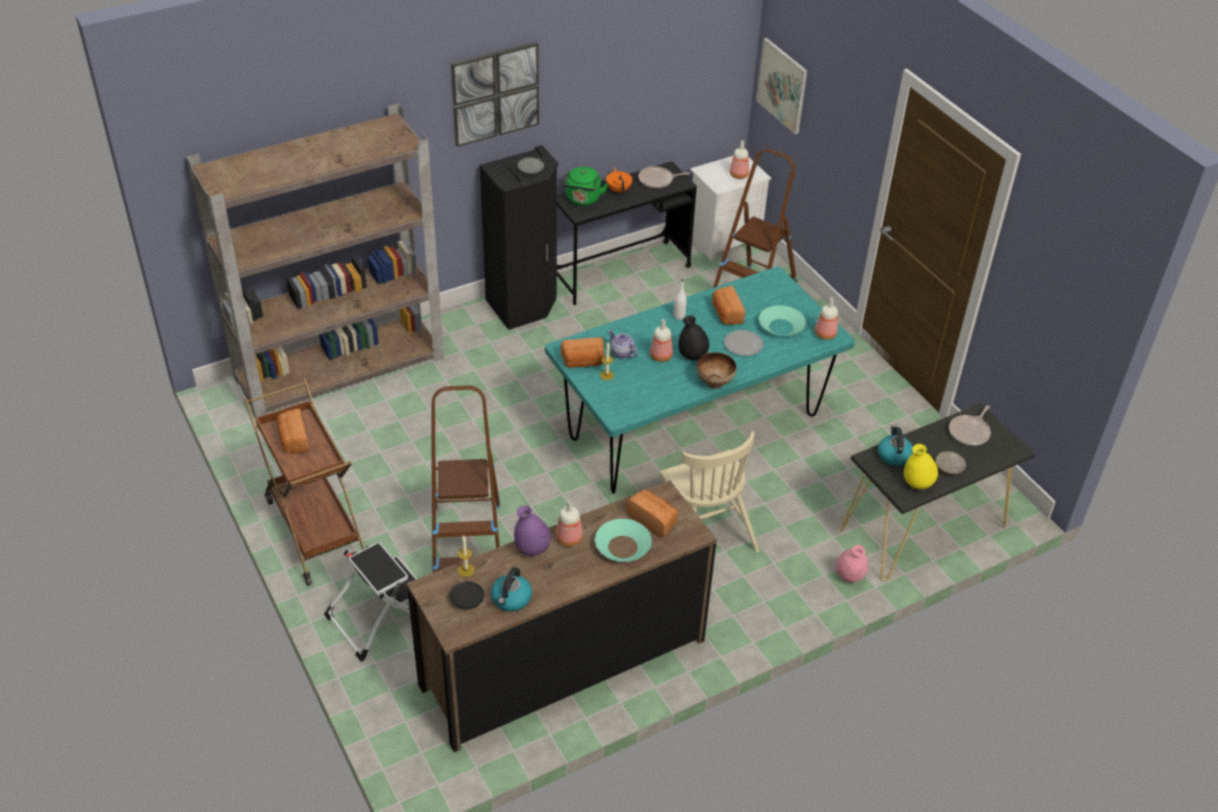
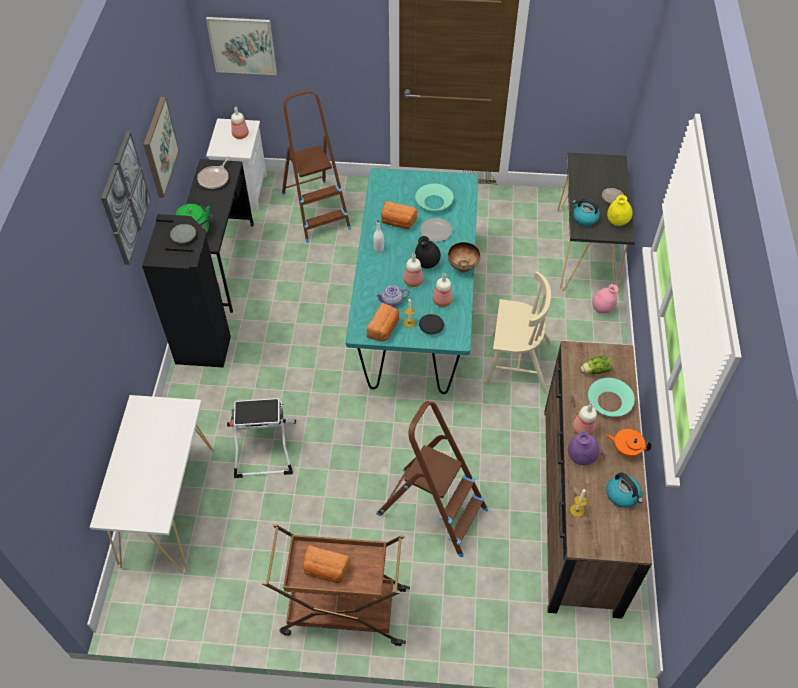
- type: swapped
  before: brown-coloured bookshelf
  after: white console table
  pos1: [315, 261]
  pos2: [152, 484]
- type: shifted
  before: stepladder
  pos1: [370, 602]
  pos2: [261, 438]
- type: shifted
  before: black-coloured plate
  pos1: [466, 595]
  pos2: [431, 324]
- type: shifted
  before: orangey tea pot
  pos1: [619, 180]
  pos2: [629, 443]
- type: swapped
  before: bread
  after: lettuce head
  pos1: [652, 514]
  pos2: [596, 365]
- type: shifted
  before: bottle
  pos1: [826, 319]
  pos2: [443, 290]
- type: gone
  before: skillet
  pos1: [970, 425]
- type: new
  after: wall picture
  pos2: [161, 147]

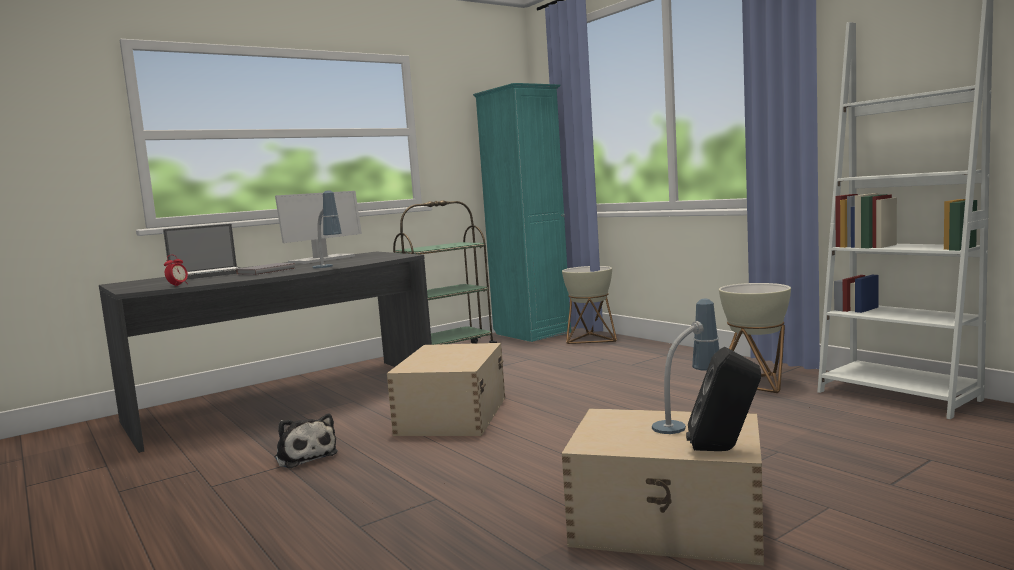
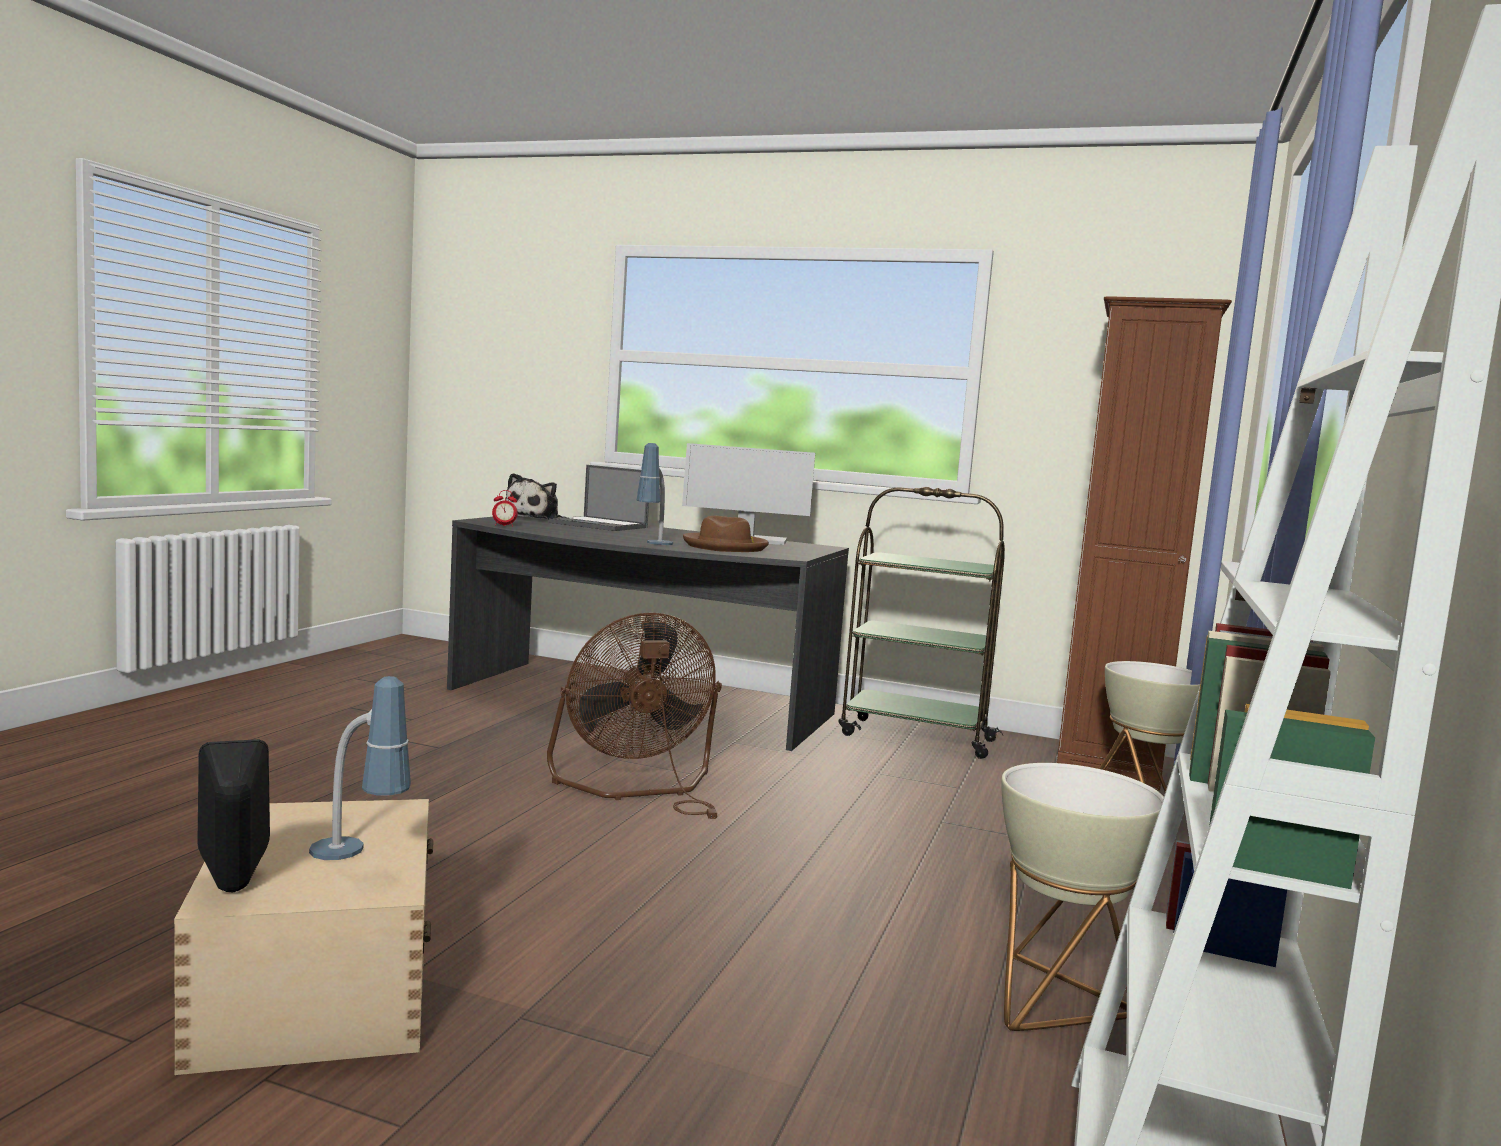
- type: gone
  before: gray bound book
  pos1: [266, 269]
- type: shifted
  before: soft toy
  pos1: [306, 441]
  pos2: [534, 496]
- type: swapped
  before: beige-coloured storage box
  after: brown-coloured electric fan
  pos1: [446, 389]
  pos2: [634, 716]
- type: repainted
  before: blue-green cabinet
  after: brown-coloured cabinet
  pos1: [522, 212]
  pos2: [1144, 543]
- type: new
  after: brown-coloured clothing hat
  pos2: [726, 534]

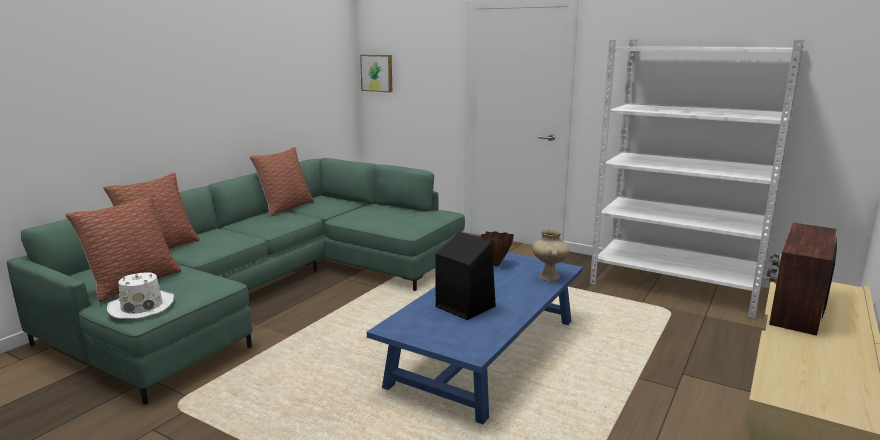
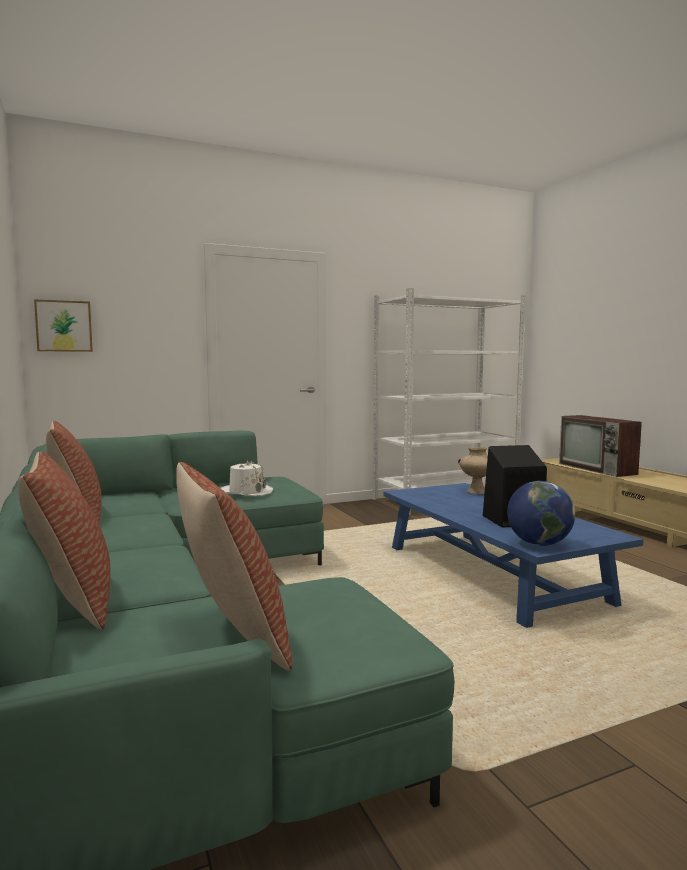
- type: shifted
  before: white clothing hat
  pos1: [140, 295]
  pos2: [247, 478]
- type: gone
  before: brown-coloured vase
  pos1: [497, 248]
- type: new
  after: desk globe
  pos2: [541, 513]

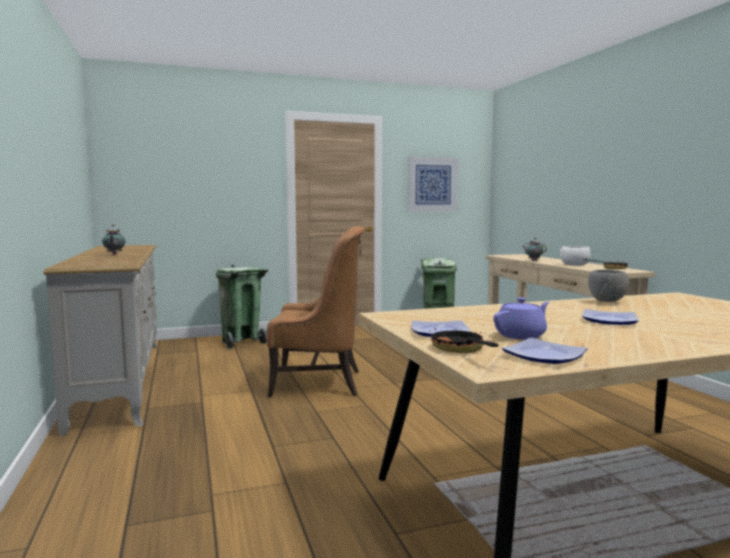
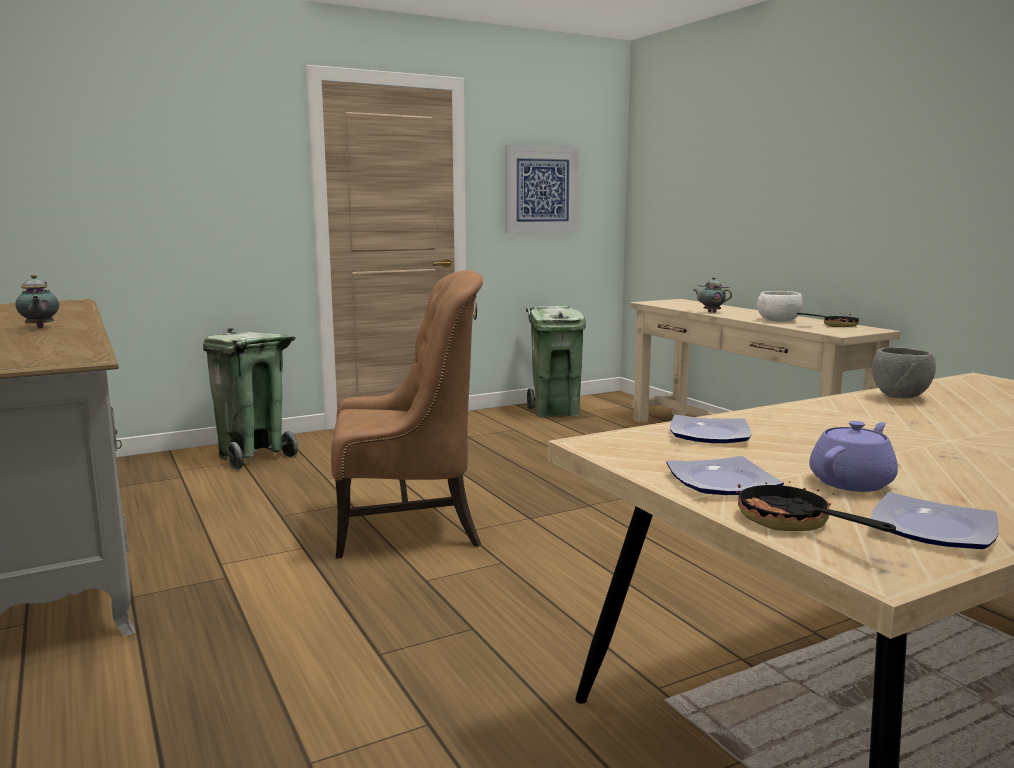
- type: shifted
  before: plate
  pos1: [610, 317]
  pos2: [710, 429]

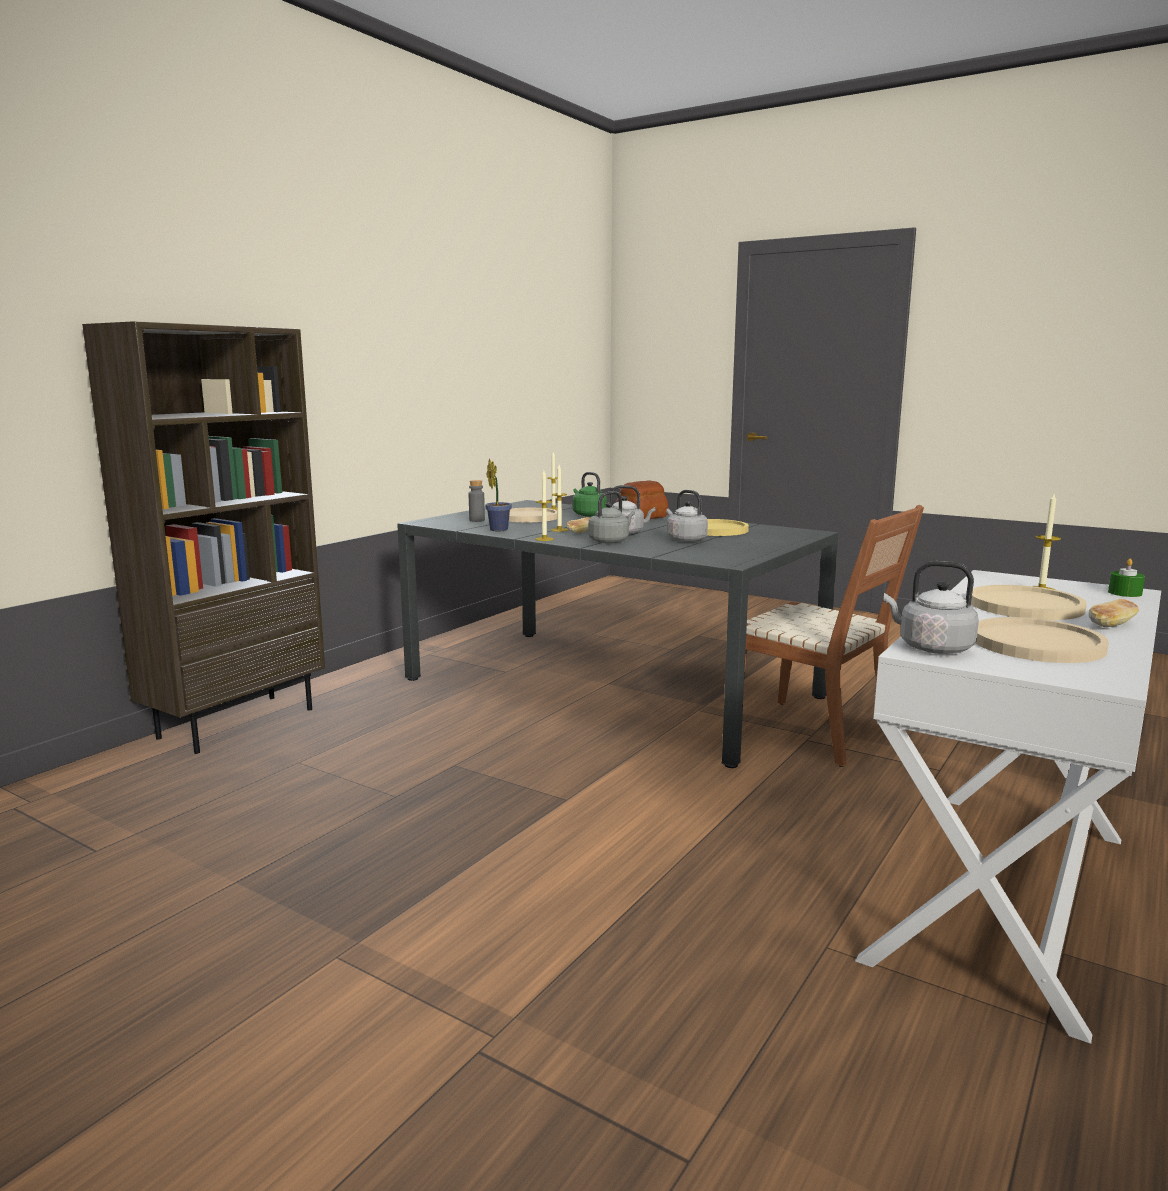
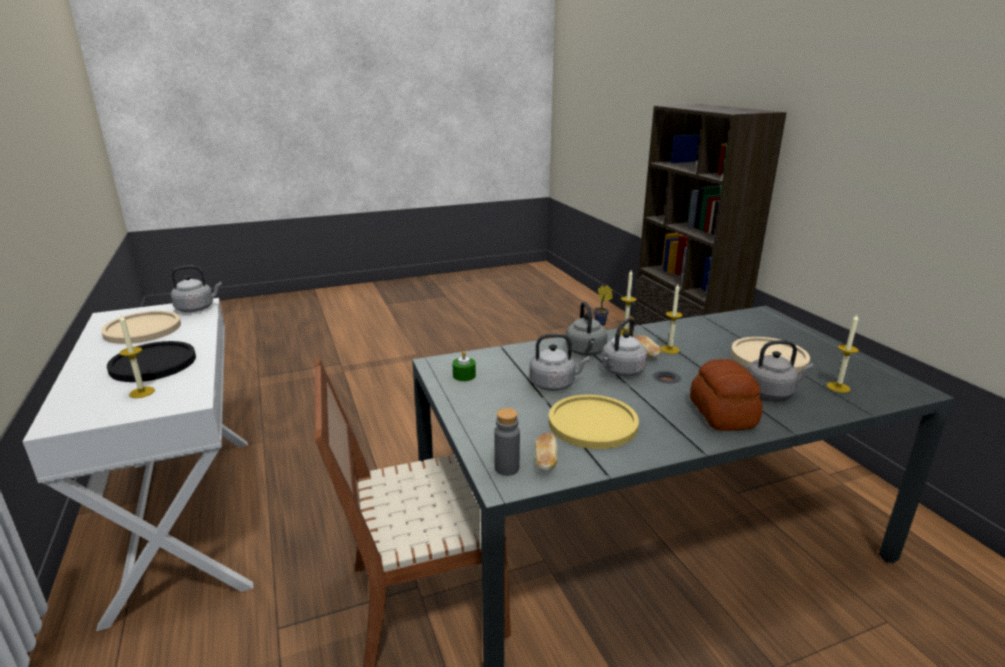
- type: shifted
  before: gray bottle
  pos1: [477, 501]
  pos2: [507, 442]
- type: shifted
  before: houseplant
  pos1: [498, 494]
  pos2: [603, 305]
- type: repainted
  before: green tea kettle
  after: gray tea kettle
  pos1: [589, 494]
  pos2: [781, 369]
- type: repainted
  before: beige-coloured plate
  after: black-coloured plate
  pos1: [1029, 602]
  pos2: [151, 361]
- type: shifted
  before: bread
  pos1: [1114, 613]
  pos2: [546, 451]
- type: shifted
  before: green wax light
  pos1: [1126, 578]
  pos2: [464, 366]

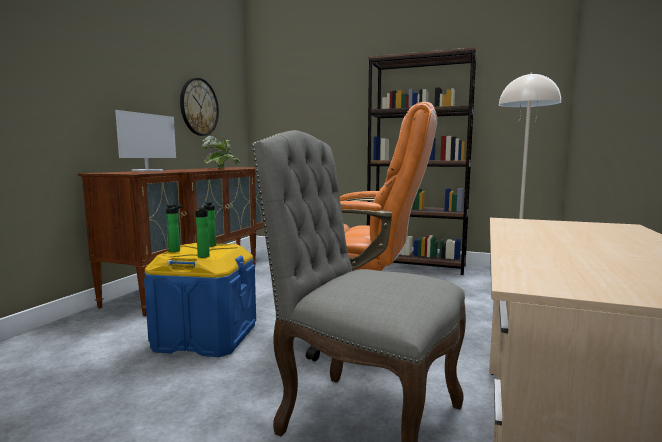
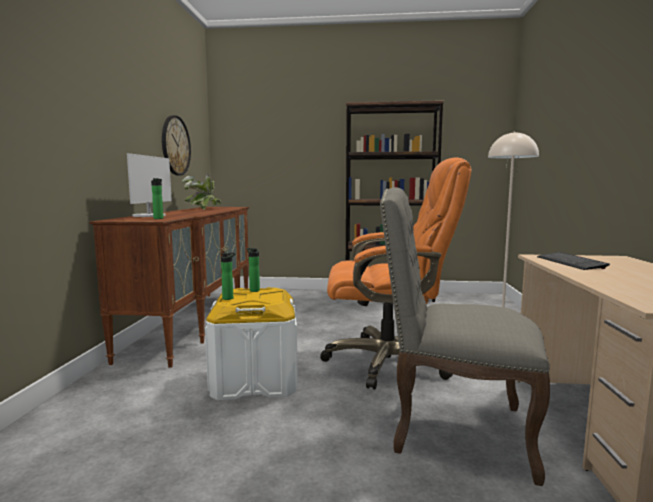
- type: repainted
  before: blue-coloured storage box
  after: white storage box
  pos1: [200, 300]
  pos2: [251, 344]
- type: shifted
  before: bottle
  pos1: [202, 232]
  pos2: [157, 198]
- type: new
  after: keyboard
  pos2: [573, 261]

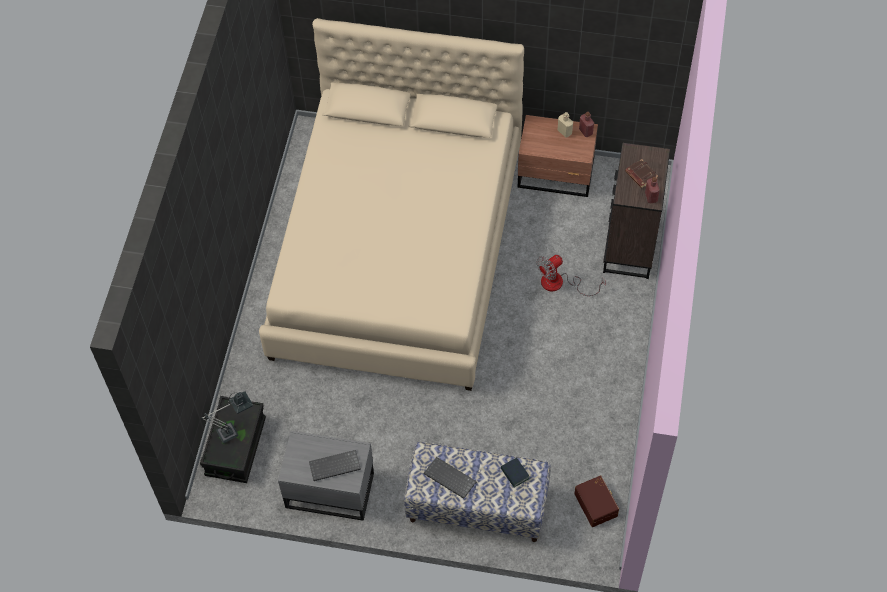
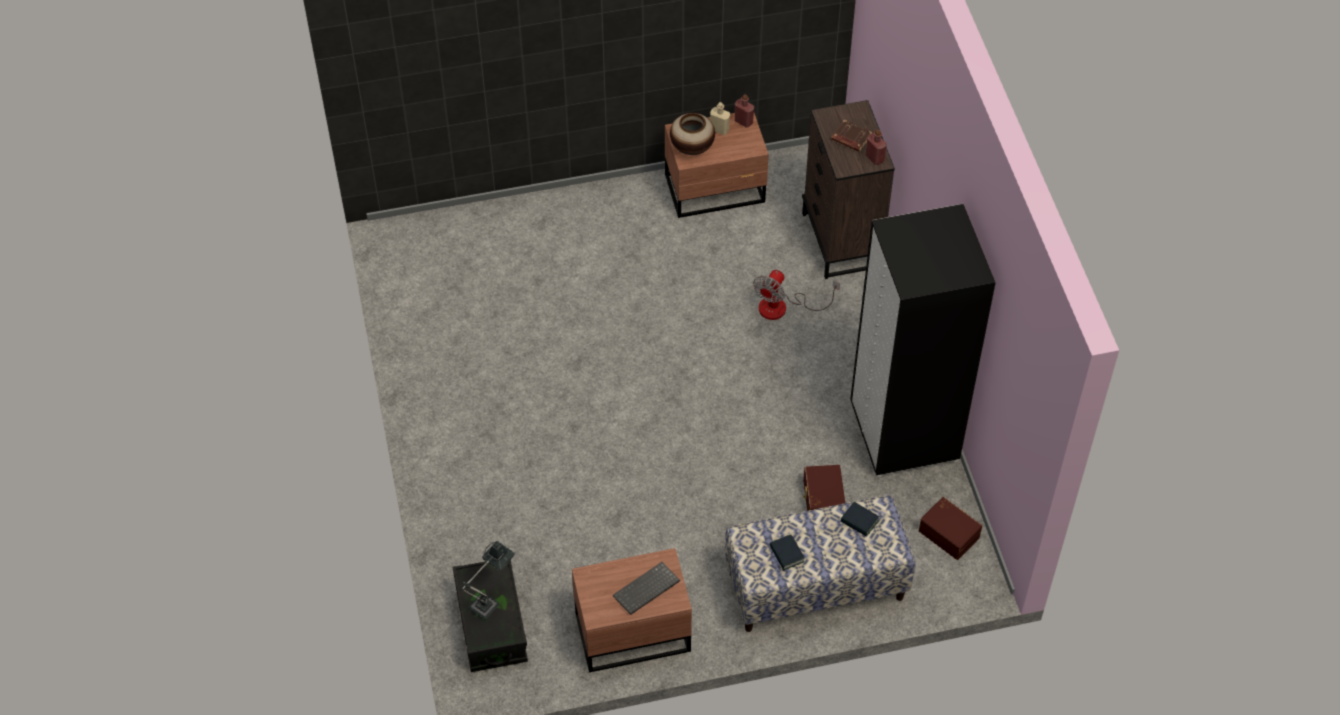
- type: gone
  before: beige-coloured bedroom bed
  pos1: [391, 204]
- type: repainted
  before: gray nightstand
  after: brown-coloured nightstand
  pos1: [326, 476]
  pos2: [632, 610]
- type: swapped
  before: keyboard
  after: bound book
  pos1: [450, 478]
  pos2: [786, 552]
- type: new
  after: vase
  pos2: [692, 134]
- type: new
  after: brown-coloured storage box
  pos2: [824, 488]
- type: new
  after: wardrobe
  pos2: [923, 341]

